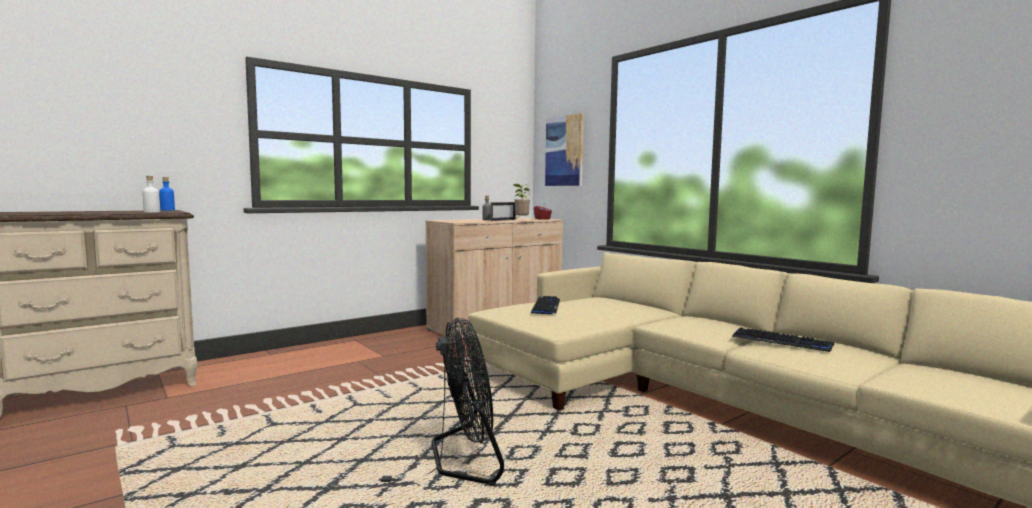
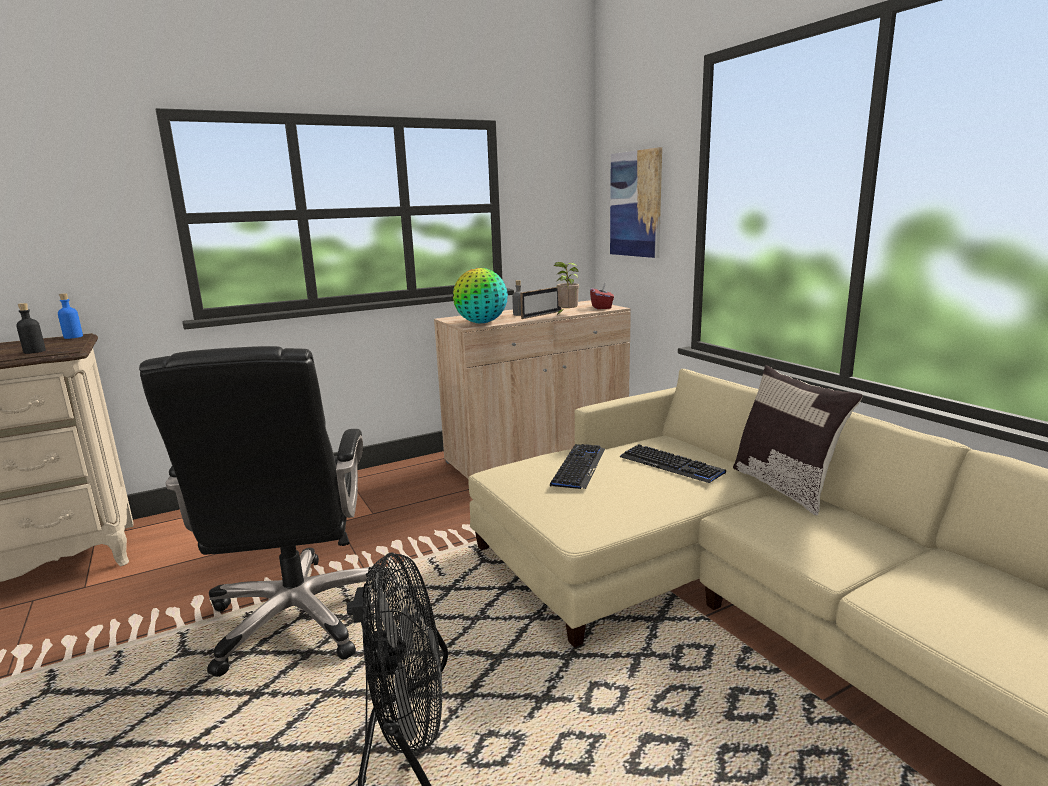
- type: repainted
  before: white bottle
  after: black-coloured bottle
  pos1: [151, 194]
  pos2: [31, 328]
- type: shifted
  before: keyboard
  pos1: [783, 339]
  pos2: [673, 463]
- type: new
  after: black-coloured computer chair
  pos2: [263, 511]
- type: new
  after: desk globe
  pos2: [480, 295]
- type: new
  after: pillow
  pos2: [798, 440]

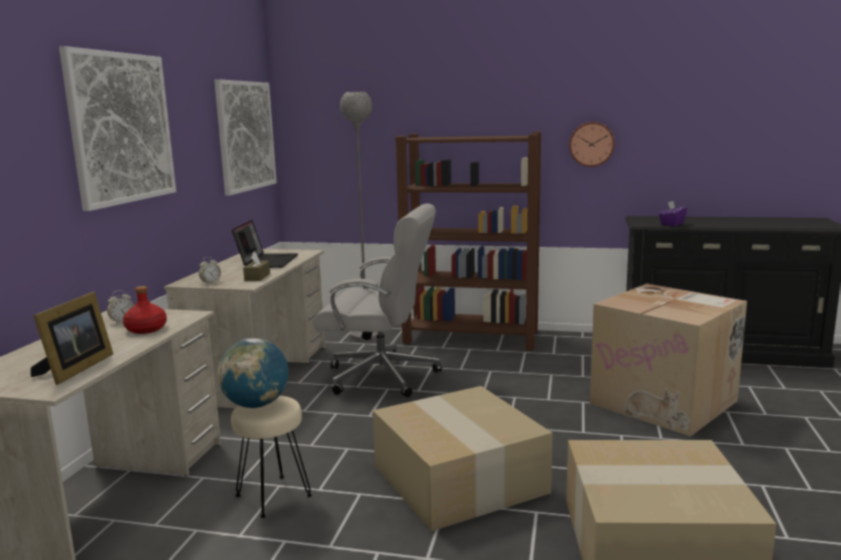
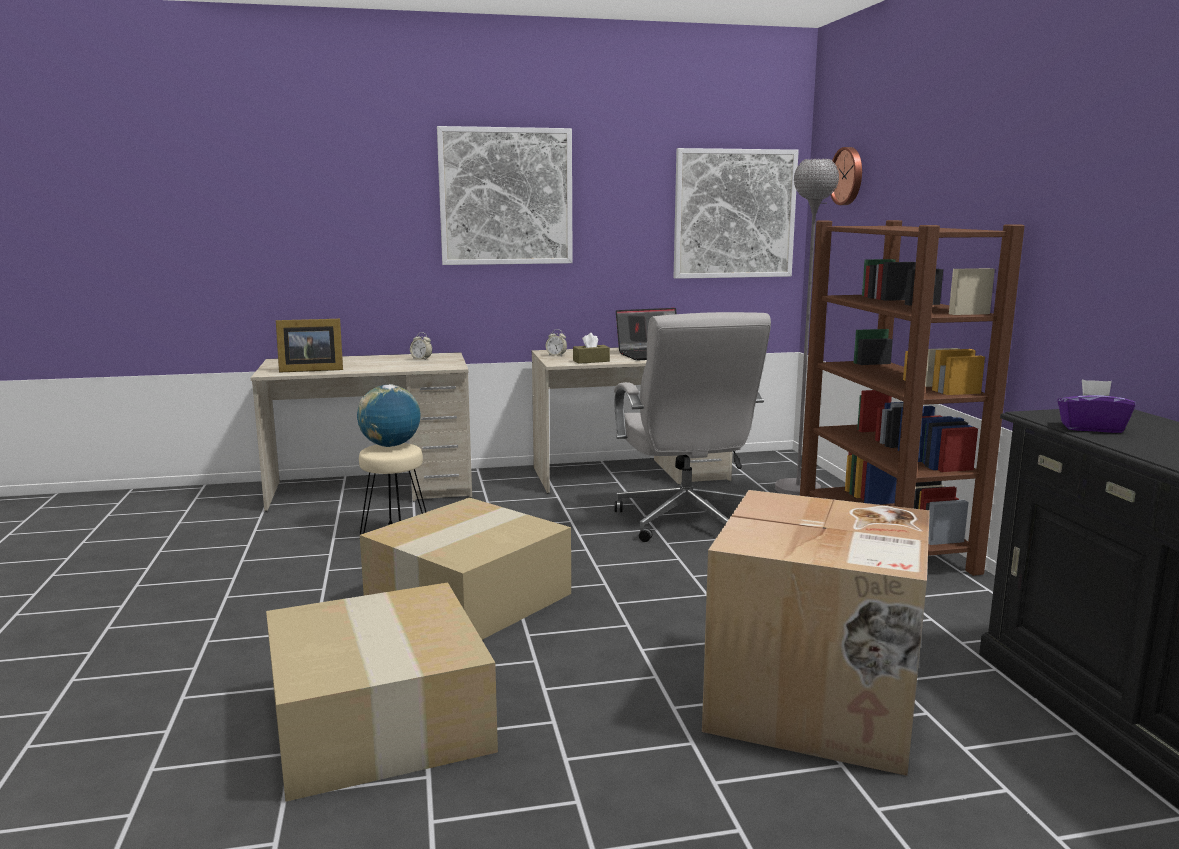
- type: gone
  before: red bottle
  pos1: [145, 310]
- type: shifted
  before: clock on the wall
  pos1: [592, 144]
  pos2: [846, 176]

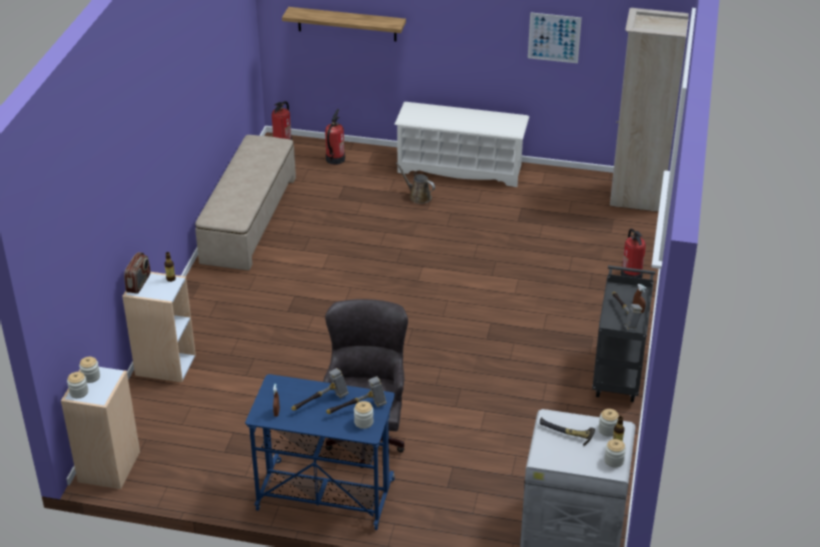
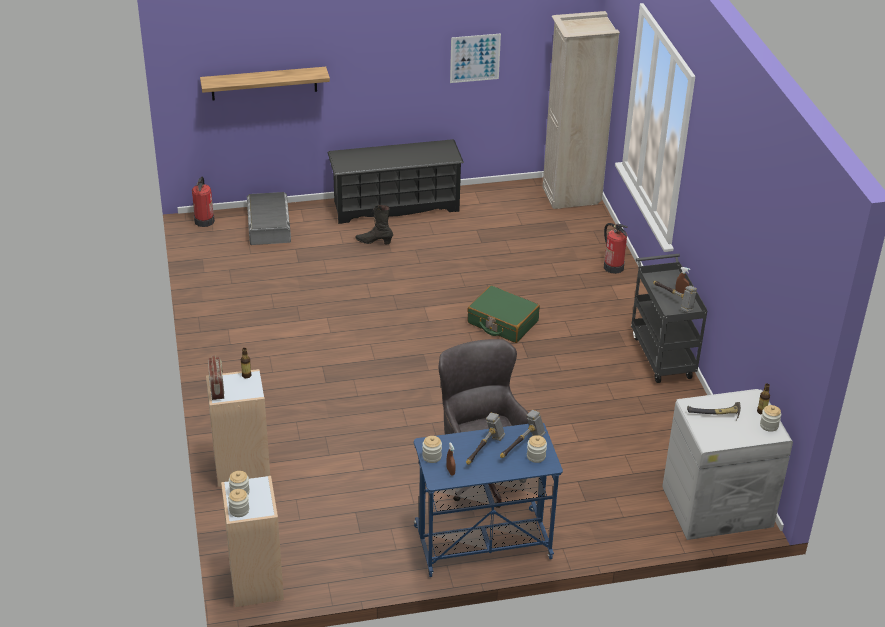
- type: gone
  before: beige-coloured long seat
  pos1: [245, 203]
- type: swapped
  before: extinguisher
  after: gray storage box
  pos1: [335, 137]
  pos2: [269, 218]
- type: repainted
  before: white shoe stand
  after: black-coloured shoe stand
  pos1: [461, 144]
  pos2: [396, 181]
- type: swapped
  before: brown-coloured watering can
  after: black-coloured boot
  pos1: [415, 183]
  pos2: [374, 224]
- type: shifted
  before: storage jar
  pos1: [608, 422]
  pos2: [432, 449]
- type: new
  after: green travel case
  pos2: [503, 314]

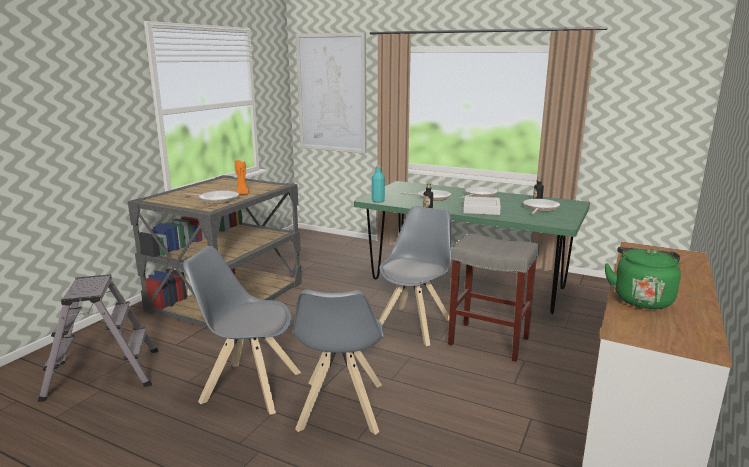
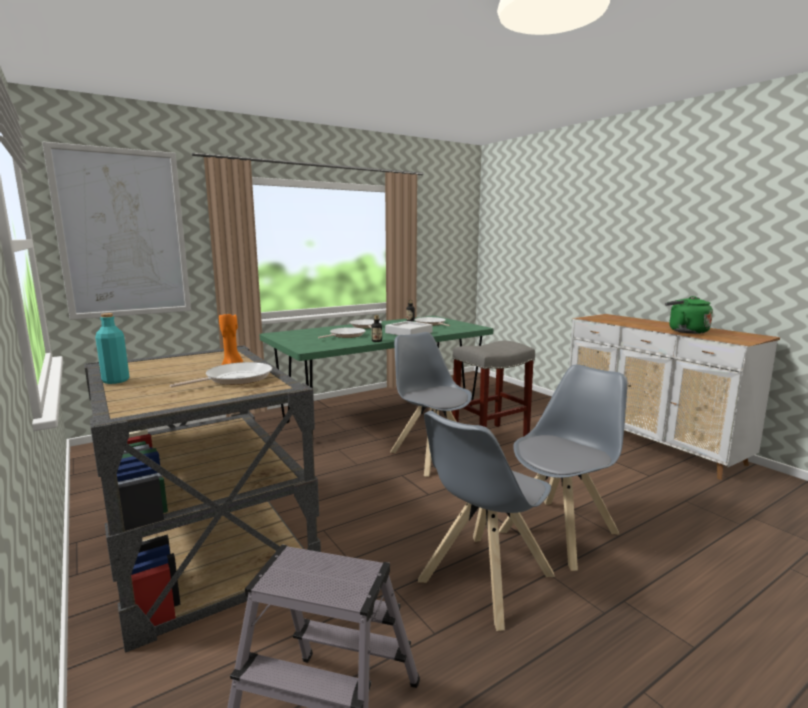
- type: rotated
  before: gray upright chair
  pos1: [338, 362]
  pos2: [563, 467]
  turn: -75
- type: shifted
  before: blue-green bottle
  pos1: [378, 184]
  pos2: [112, 348]

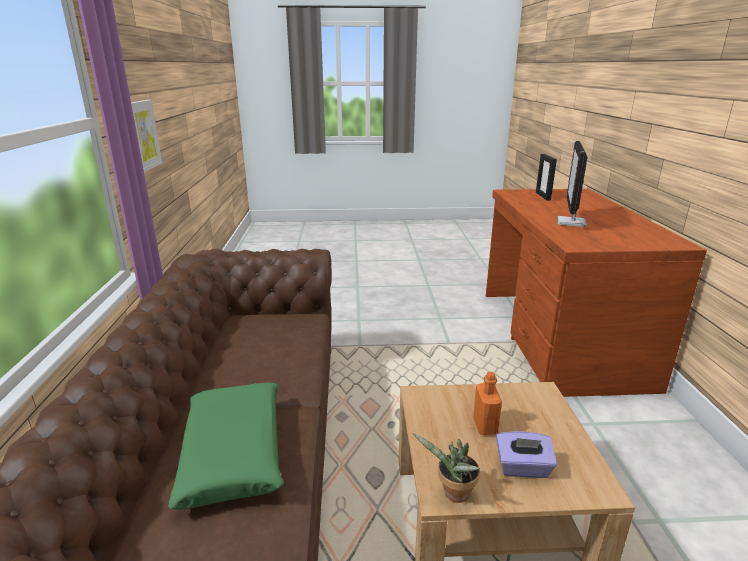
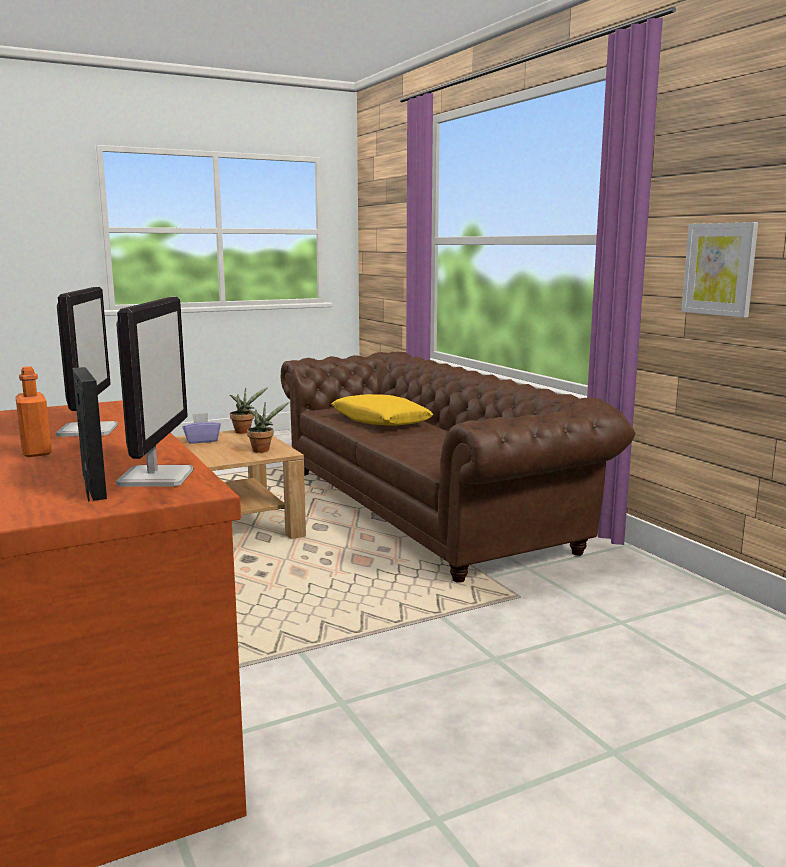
- type: repainted
  before: green pillow
  after: yellowish pillow
  pos1: [226, 446]
  pos2: [382, 410]
- type: shifted
  before: orangey bottle
  pos1: [487, 403]
  pos2: [34, 411]
- type: new
  after: computer screen
  pos2: [154, 392]
- type: new
  after: houseplant
  pos2: [268, 427]

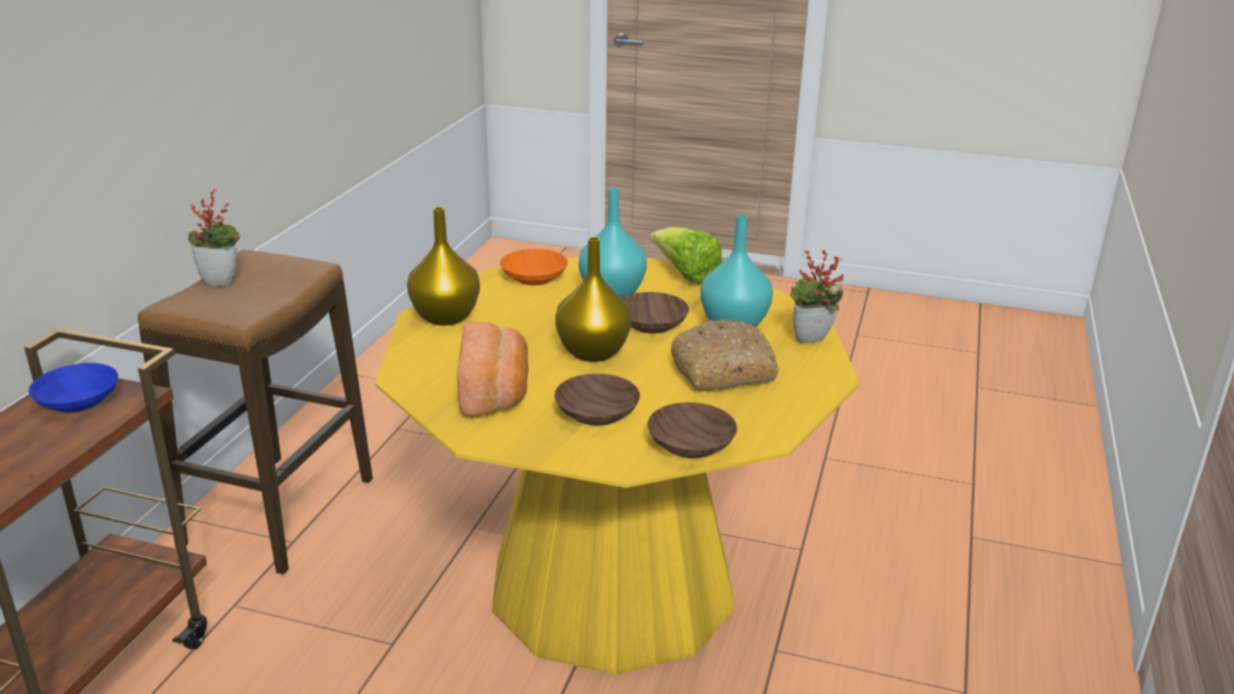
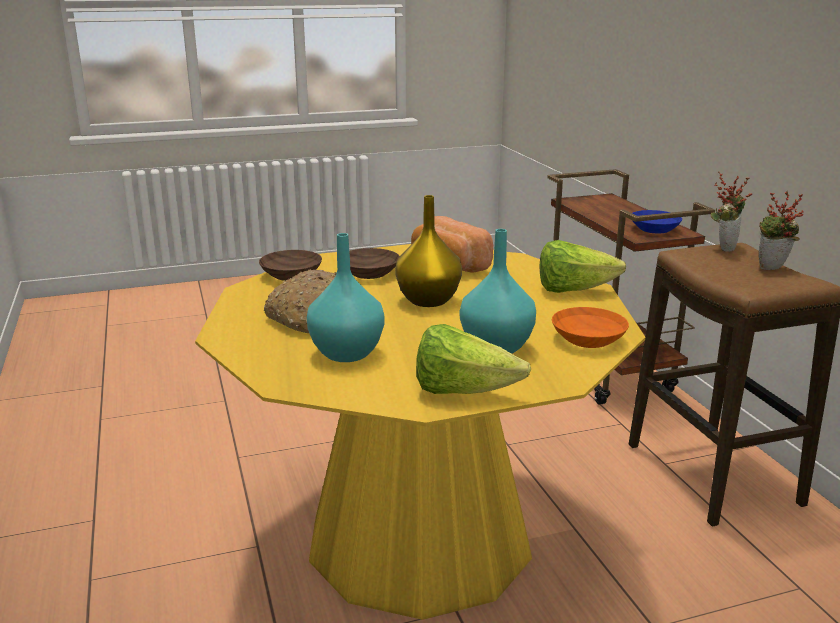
- type: swapped
  before: yellowish vase
  after: lettuce head
  pos1: [443, 266]
  pos2: [583, 266]
- type: gone
  before: brown-coloured serving bowl
  pos1: [655, 313]
- type: shifted
  before: houseplant
  pos1: [817, 296]
  pos2: [731, 211]

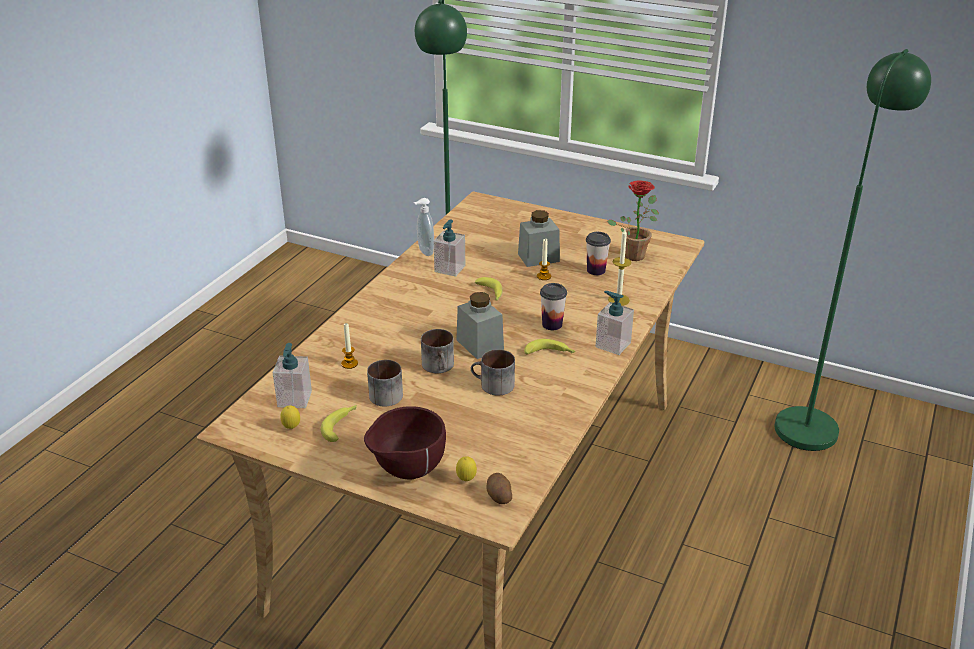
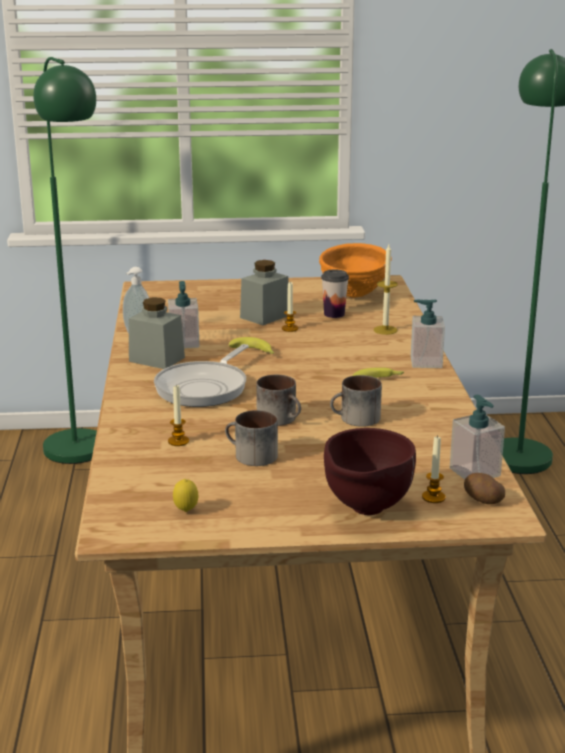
- type: shifted
  before: soap bottle
  pos1: [292, 375]
  pos2: [477, 437]
- type: gone
  before: banana fruit
  pos1: [339, 423]
- type: shifted
  before: gray storage jar
  pos1: [480, 325]
  pos2: [157, 333]
- type: swapped
  before: lemon
  after: wax light
  pos1: [466, 468]
  pos2: [434, 469]
- type: gone
  before: small cup
  pos1: [553, 306]
- type: swapped
  before: houseplant
  after: orangey serving bowl
  pos1: [633, 221]
  pos2: [355, 270]
- type: new
  after: skillet
  pos2: [201, 375]

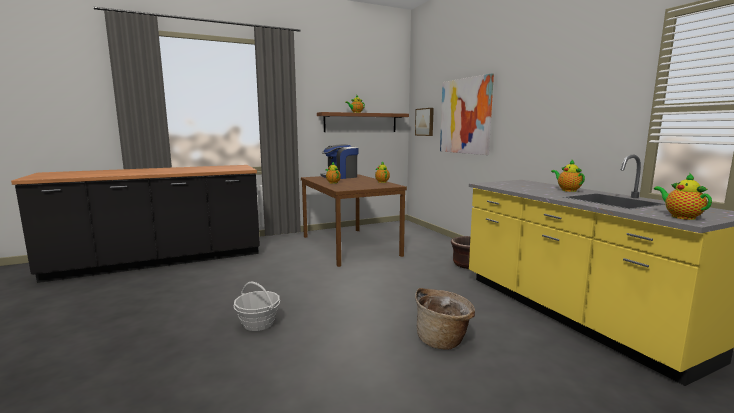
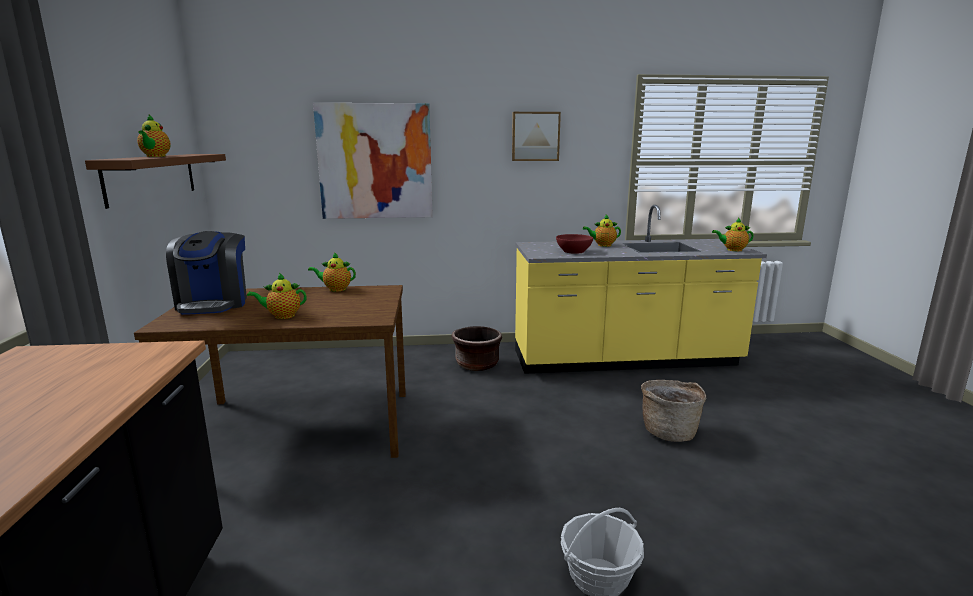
- type: shifted
  before: wall picture
  pos1: [424, 122]
  pos2: [536, 136]
- type: new
  after: red serving bowl
  pos2: [574, 244]

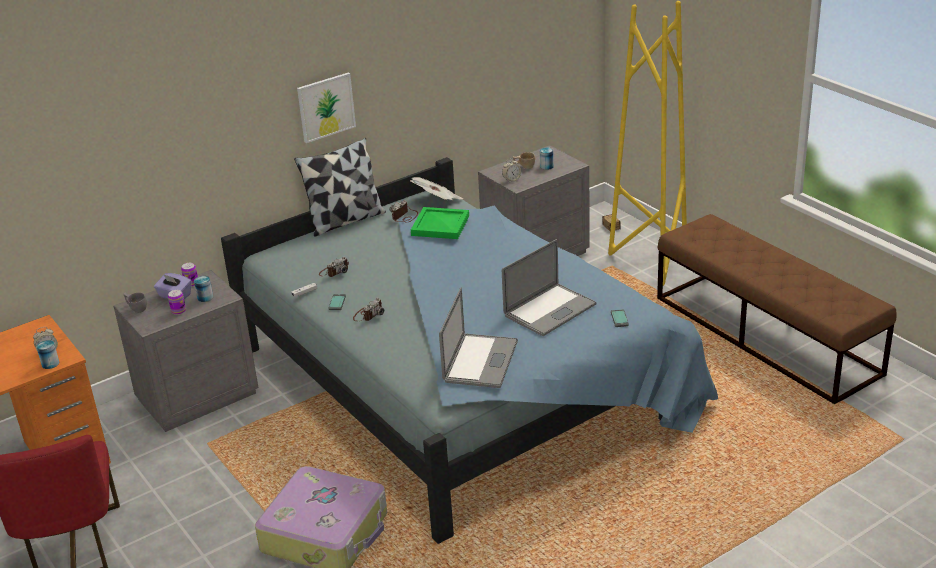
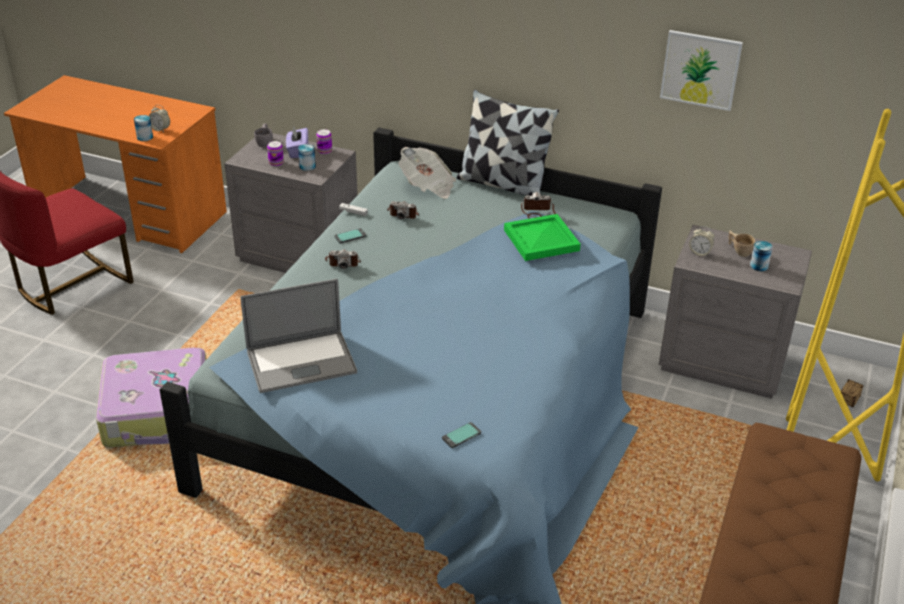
- type: shifted
  before: wall picture
  pos1: [326, 108]
  pos2: [701, 70]
- type: shifted
  before: daily paper
  pos1: [436, 188]
  pos2: [427, 173]
- type: gone
  before: portable computer
  pos1: [549, 287]

